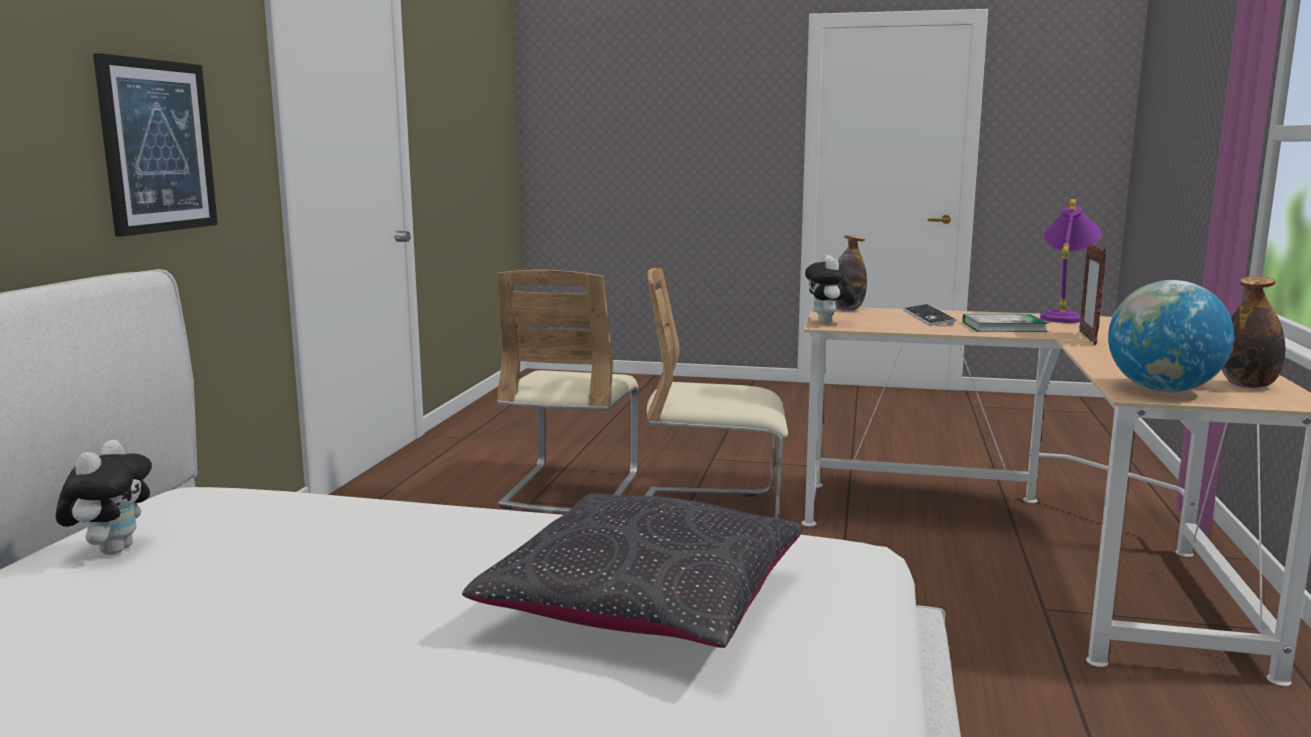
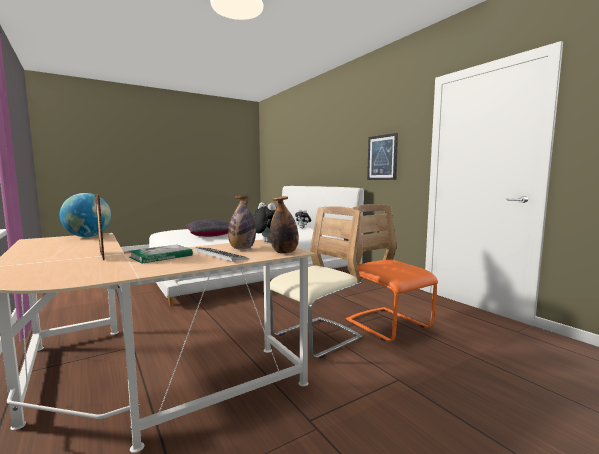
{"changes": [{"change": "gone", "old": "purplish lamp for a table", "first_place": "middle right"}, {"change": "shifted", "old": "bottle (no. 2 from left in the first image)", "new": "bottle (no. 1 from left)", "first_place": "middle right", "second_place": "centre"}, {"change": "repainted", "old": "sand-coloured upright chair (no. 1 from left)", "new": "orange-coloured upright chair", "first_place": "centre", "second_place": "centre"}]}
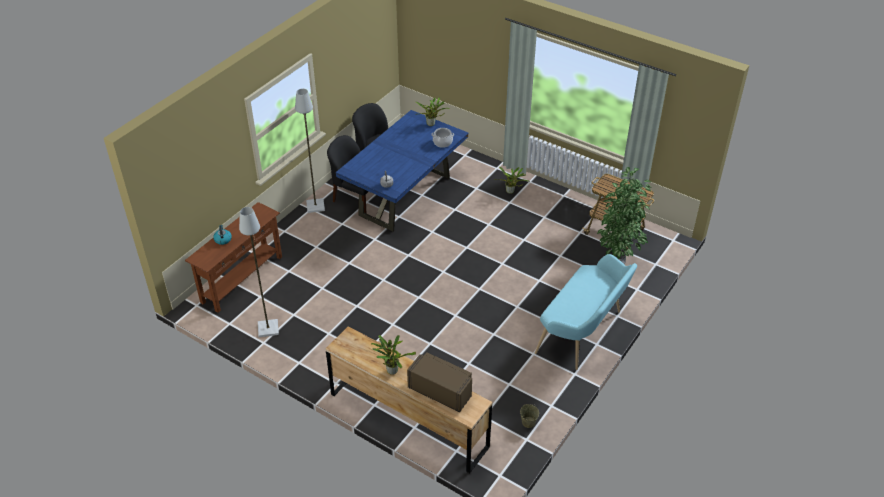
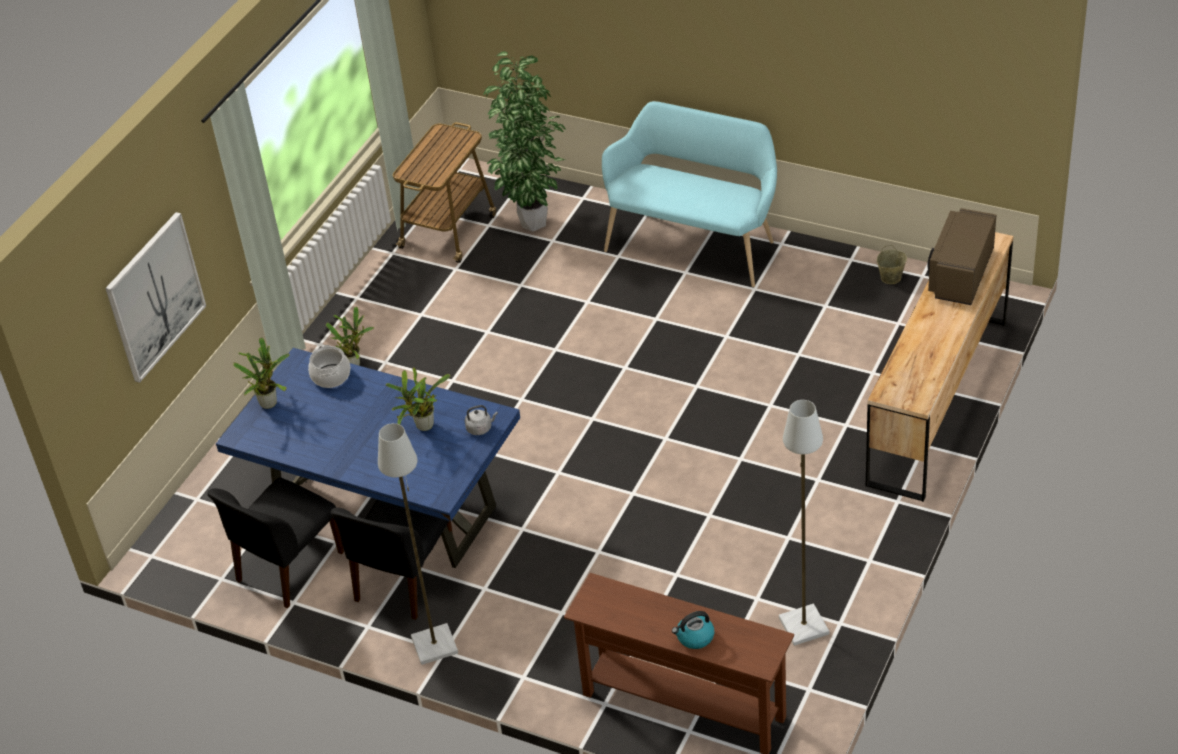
{"changes": [{"change": "new", "new": "picture", "second_place": "middle left"}, {"change": "shifted", "old": "plant in a pot (no. 1 from left in the first image)", "new": "plant in a pot (no. 3 from left)", "first_place": "bottom centre", "second_place": "centre"}]}
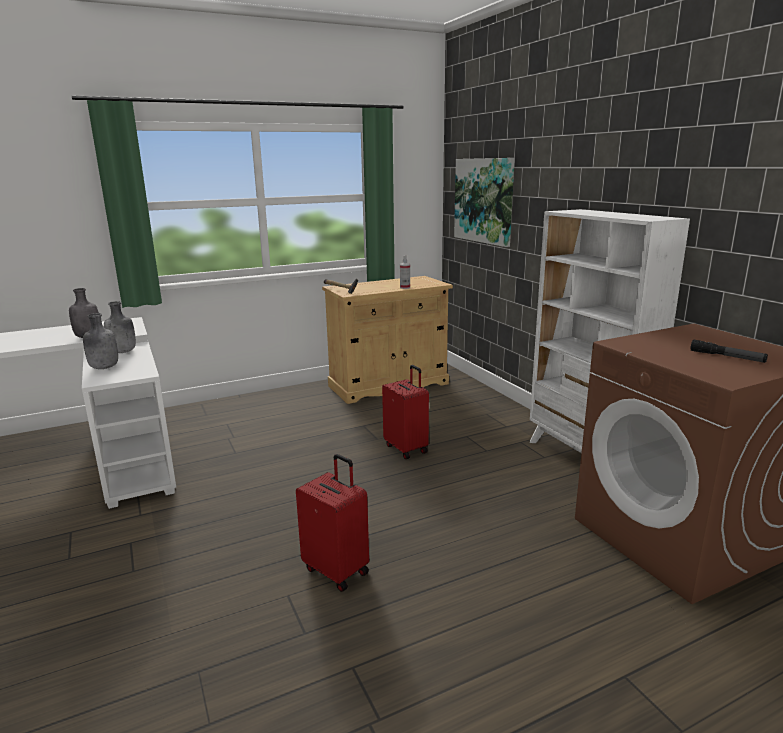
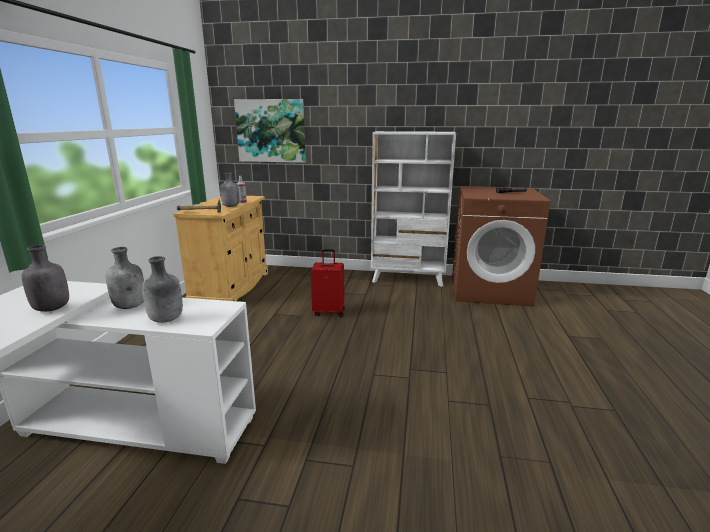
{"changes": [{"change": "gone", "old": "red-coloured piece of luggage (no. 1 from left)", "first_place": "bottom centre"}, {"change": "new", "new": "grey bottle (no. 4 from left)", "second_place": "middle left"}]}
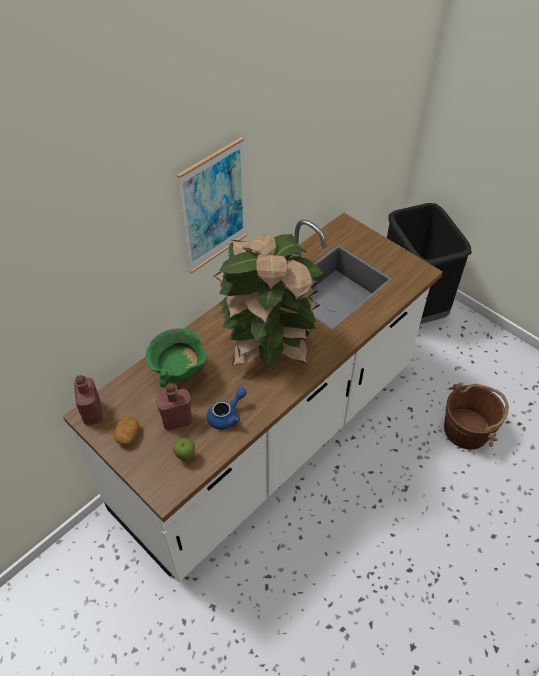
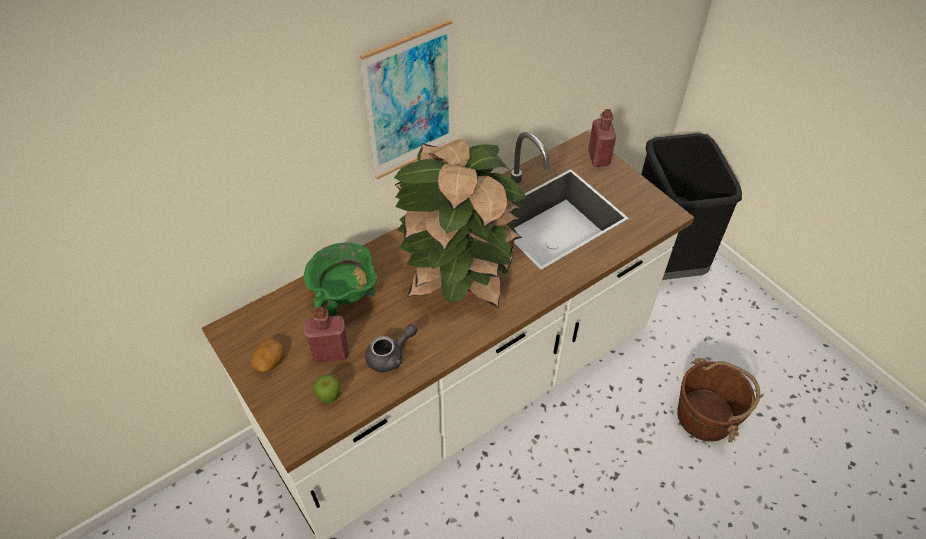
{"changes": [{"change": "shifted", "old": "red-coloured bottle (no. 1 from left in the first image)", "new": "red-coloured bottle (no. 2 from left)", "first_place": "middle left", "second_place": "top centre"}, {"change": "repainted", "old": "bluish teapot", "new": "grey teapot", "first_place": "centre", "second_place": "centre"}]}
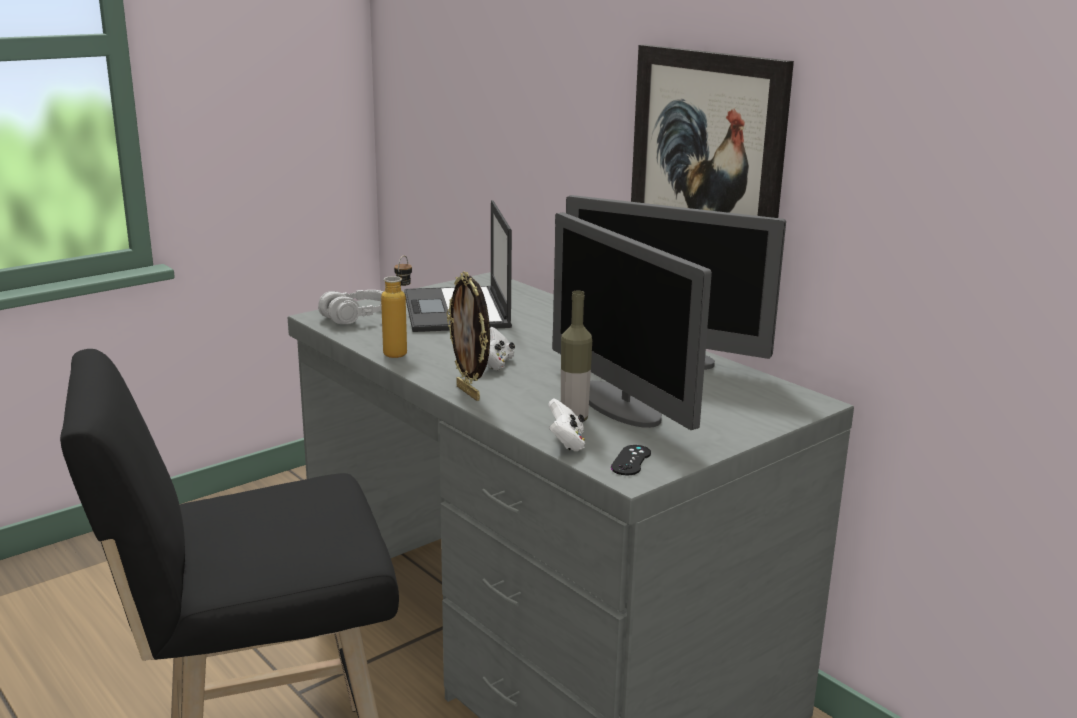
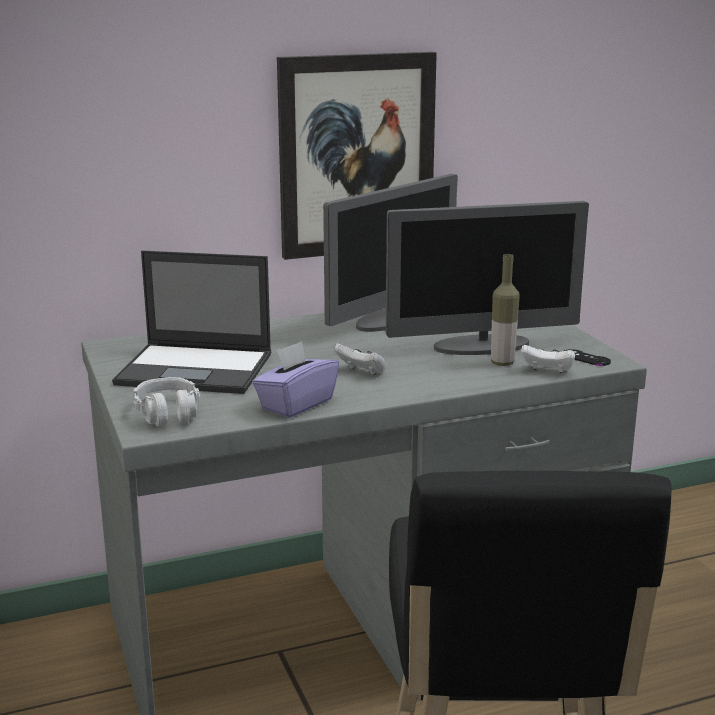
{"changes": [{"change": "gone", "old": "standing frame", "first_place": "centre"}, {"change": "swapped", "old": "bottle (no. 1 from left)", "new": "purplish box of tissues", "first_place": "centre", "second_place": "centre"}]}
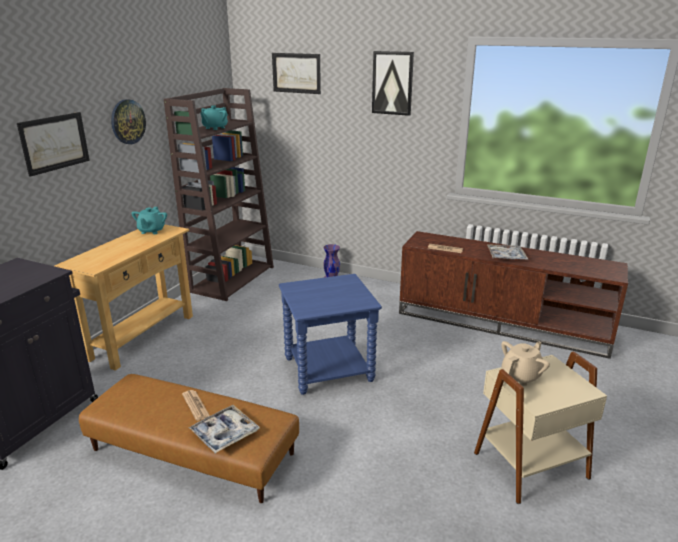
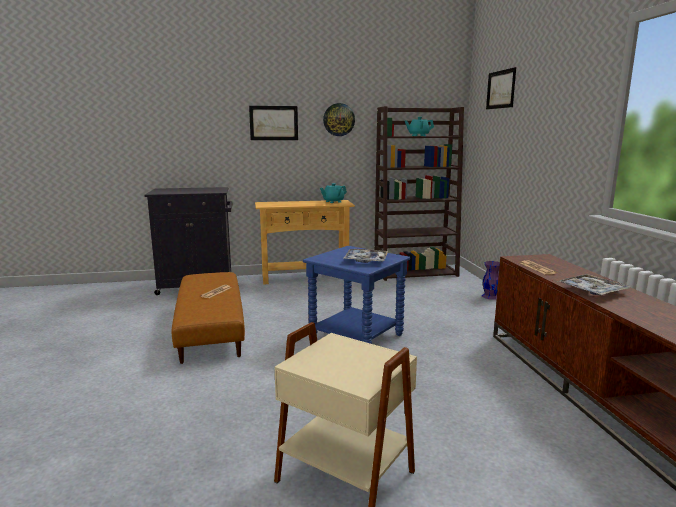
{"changes": [{"change": "gone", "old": "picture (no. 3 from left)", "first_place": "top centre"}, {"change": "gone", "old": "sand-coloured teapot", "first_place": "bottom right"}, {"change": "shifted", "old": "serving tray (no. 1 from left)", "first_place": "bottom left", "second_place": "centre"}]}
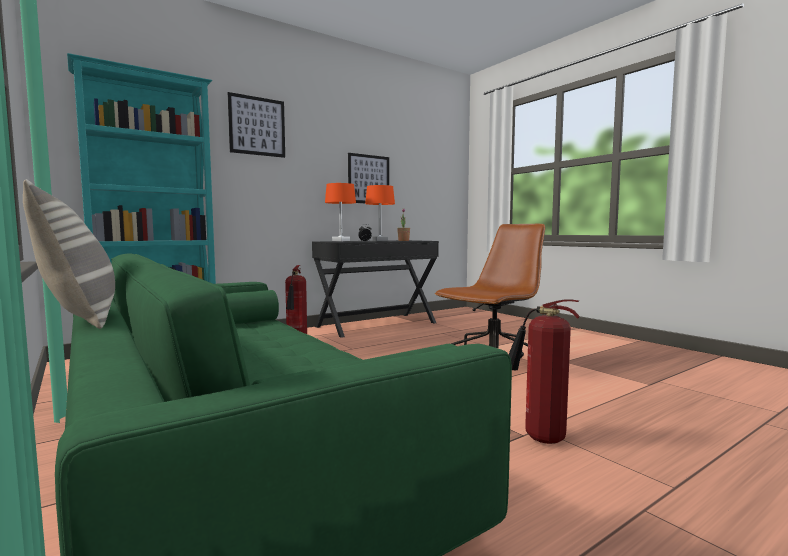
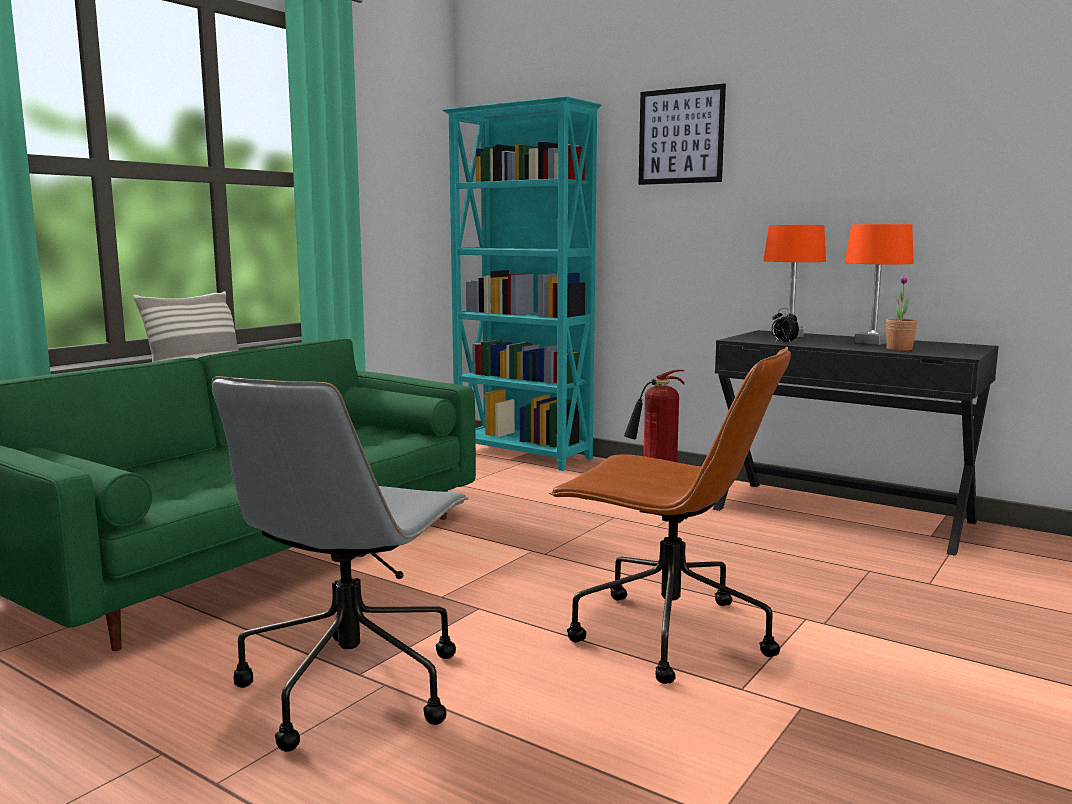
{"changes": [{"change": "gone", "old": "picture (no. 2 from left)", "first_place": "top centre"}, {"change": "swapped", "old": "fire extinguisher (no. 2 from left)", "new": "grey computer chair", "first_place": "bottom right", "second_place": "bottom left"}]}
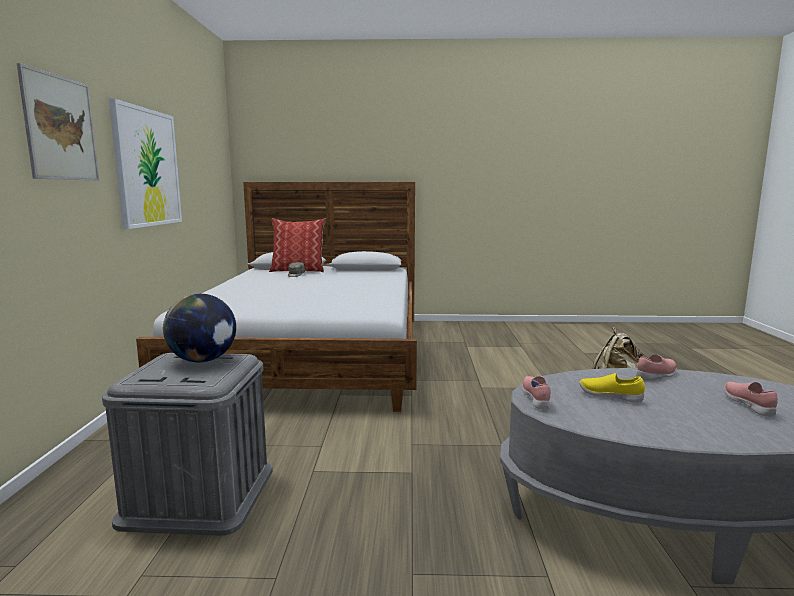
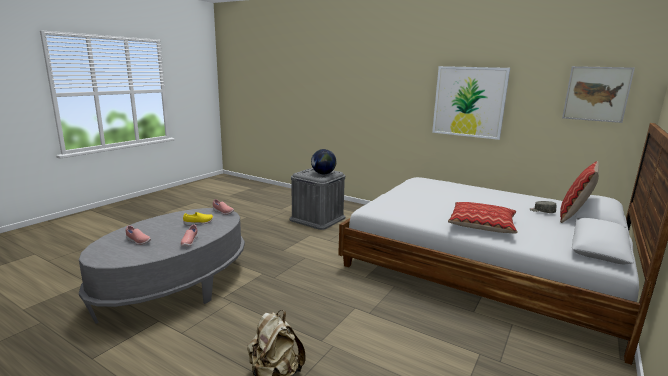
{"changes": [{"change": "new", "new": "cushion (no. 1 from left)", "second_place": "middle right"}, {"change": "shifted", "old": "picture (no. 1 from left in the first image)", "new": "picture (no. 2 from left)", "first_place": "top left", "second_place": "top right"}]}
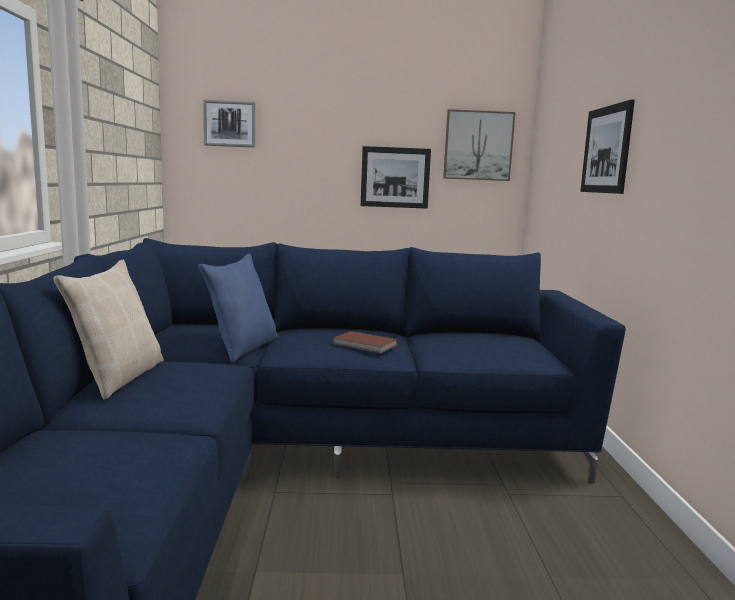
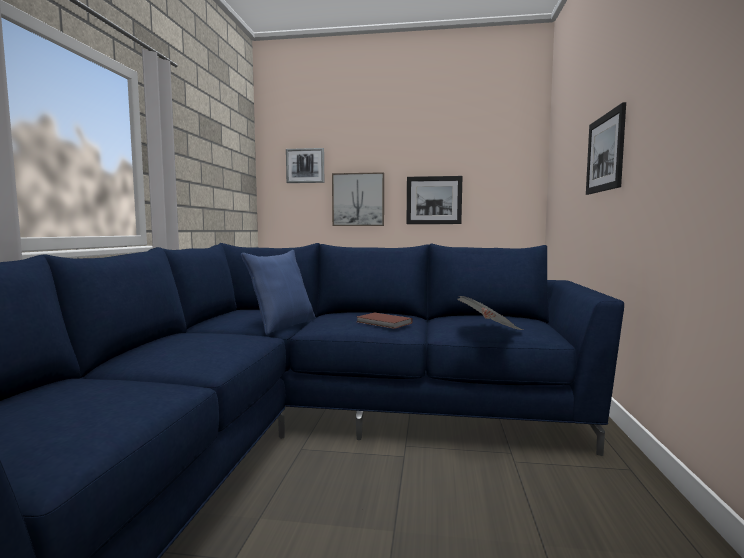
{"changes": [{"change": "gone", "old": "sand-coloured cushion", "first_place": "middle left"}, {"change": "new", "new": "newspaper", "second_place": "centre"}, {"change": "shifted", "old": "picture (no. 3 from left in the first image)", "new": "picture (no. 2 from left)", "first_place": "top centre", "second_place": "centre"}]}
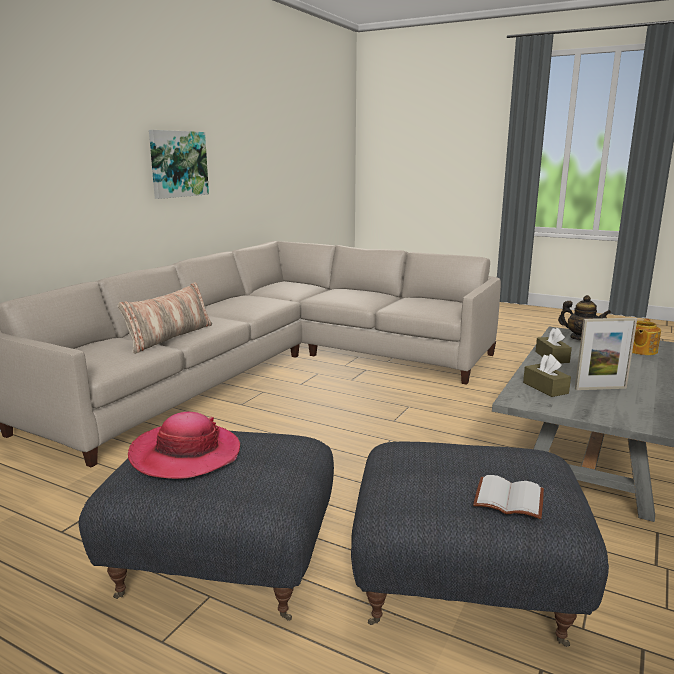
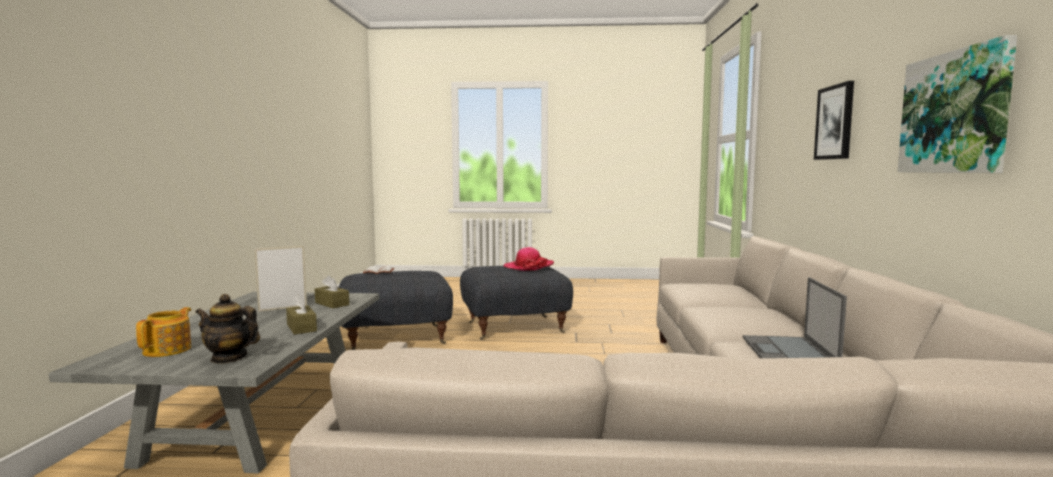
{"changes": [{"change": "gone", "old": "cushion", "first_place": "middle left"}, {"change": "new", "new": "portable computer", "second_place": "middle right"}, {"change": "new", "new": "picture (no. 1 from left)", "second_place": "top right"}]}
